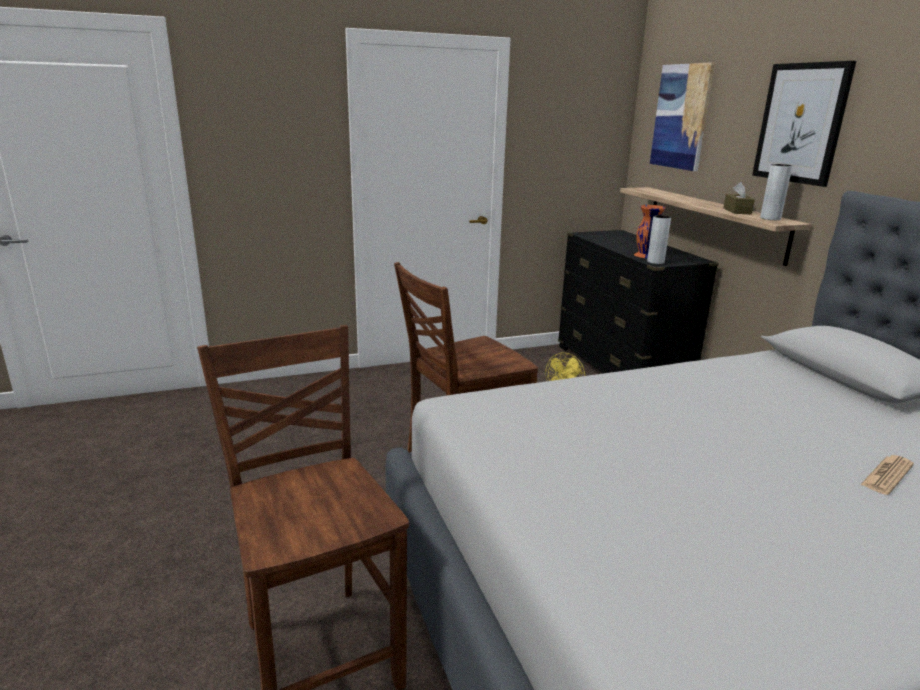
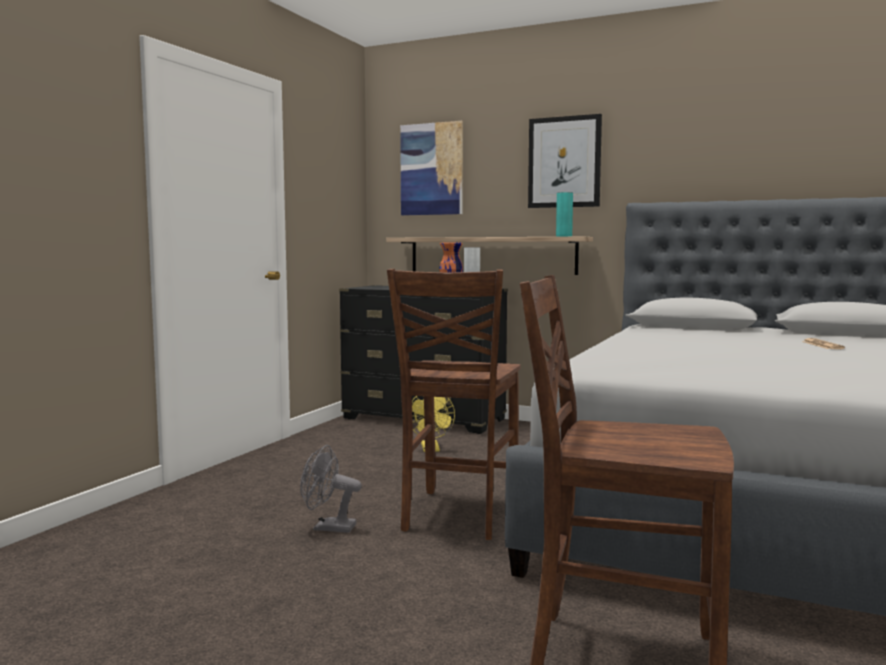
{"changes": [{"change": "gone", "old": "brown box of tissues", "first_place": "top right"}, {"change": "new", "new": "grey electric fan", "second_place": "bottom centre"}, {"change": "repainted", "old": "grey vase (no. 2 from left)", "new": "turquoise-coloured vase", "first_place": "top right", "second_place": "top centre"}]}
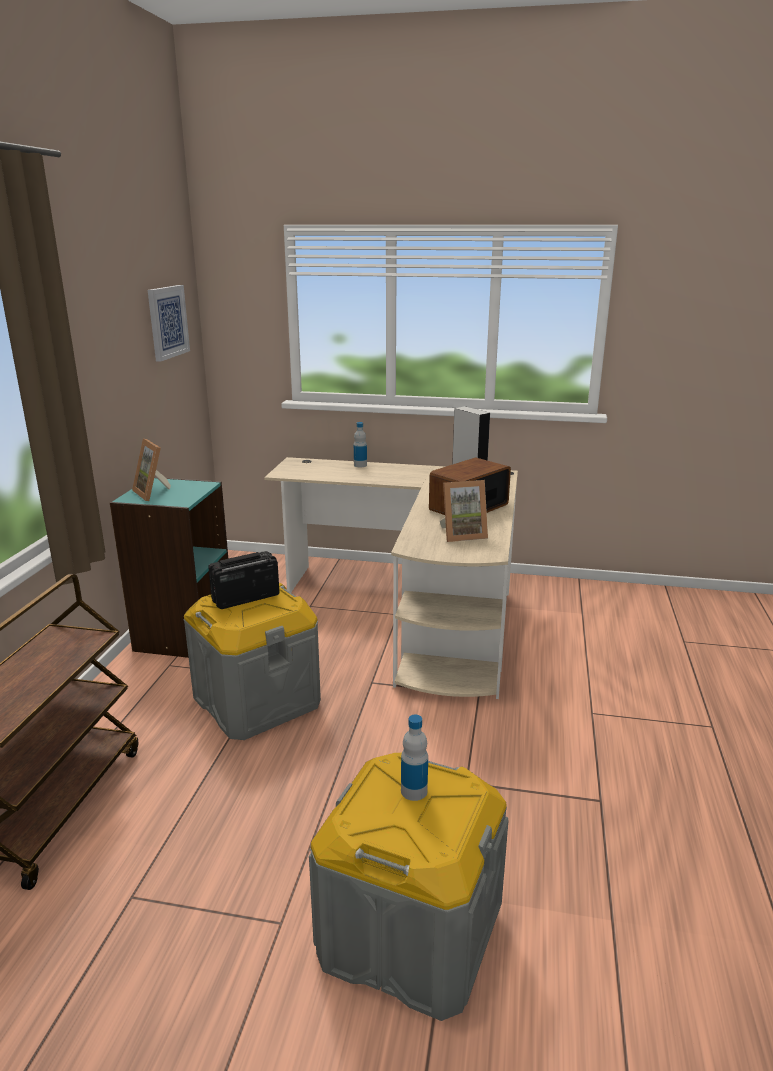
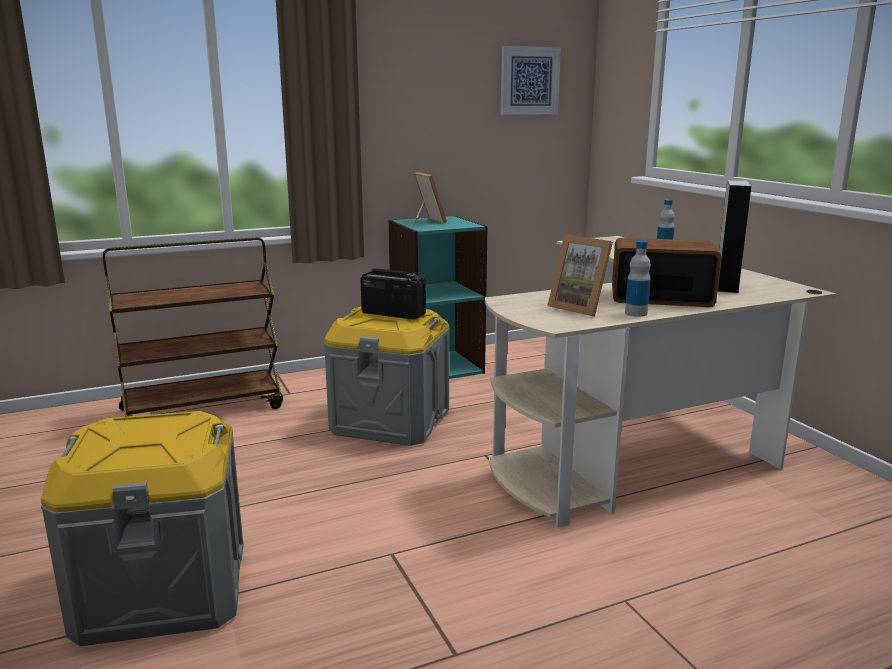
{"changes": [{"change": "shifted", "old": "bottle (no. 2 from left in the first image)", "new": "bottle (no. 1 from left)", "first_place": "bottom centre", "second_place": "middle right"}, {"change": "rotated", "old": "standing frame (no. 1 from left)", "first_place": "middle left", "second_place": "top centre", "degrees": 135}]}
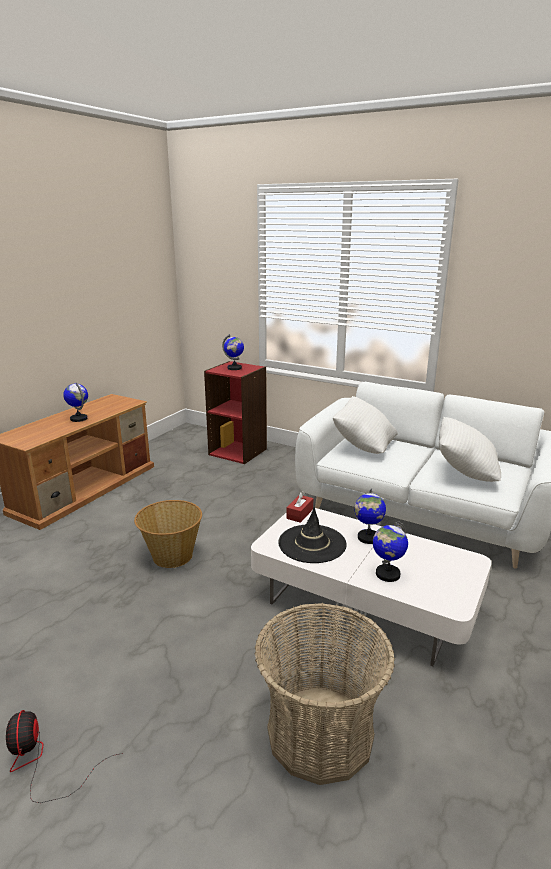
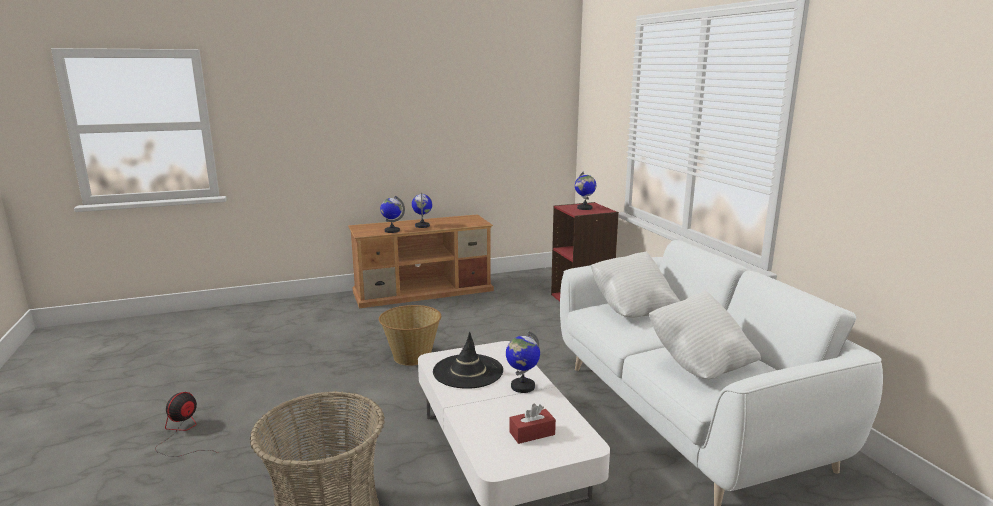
{"changes": [{"change": "shifted", "old": "red-coloured box of tissues", "first_place": "centre", "second_place": "bottom centre"}, {"change": "shifted", "old": "world globe (no. 4 from left in the first image)", "new": "world globe (no. 1 from left)", "first_place": "middle right", "second_place": "centre"}]}
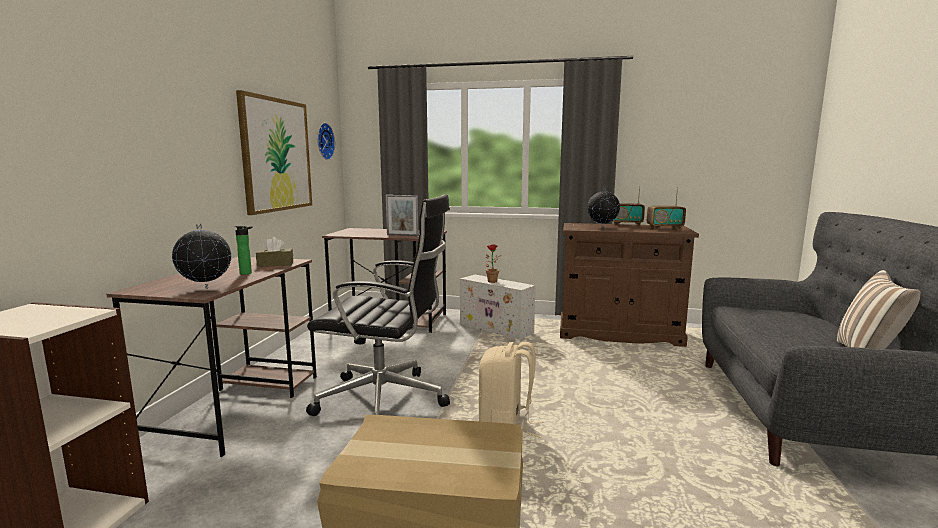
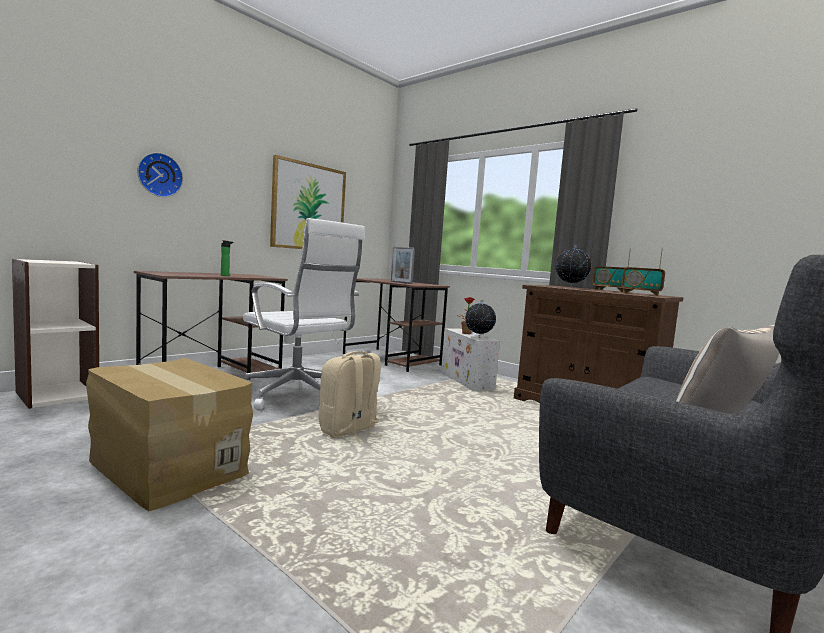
{"changes": [{"change": "gone", "old": "brown box of tissues", "first_place": "middle left"}, {"change": "shifted", "old": "world globe (no. 1 from left)", "first_place": "middle left", "second_place": "centre"}, {"change": "shifted", "old": "wall clock", "first_place": "top centre", "second_place": "top left"}, {"change": "repainted", "old": "black-coloured computer chair", "new": "white computer chair", "first_place": "centre", "second_place": "centre"}]}
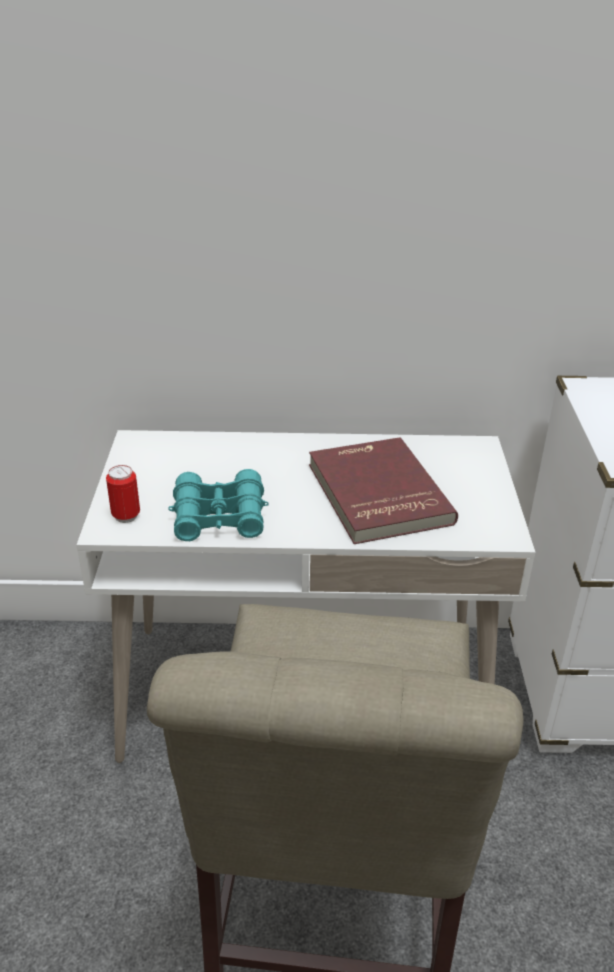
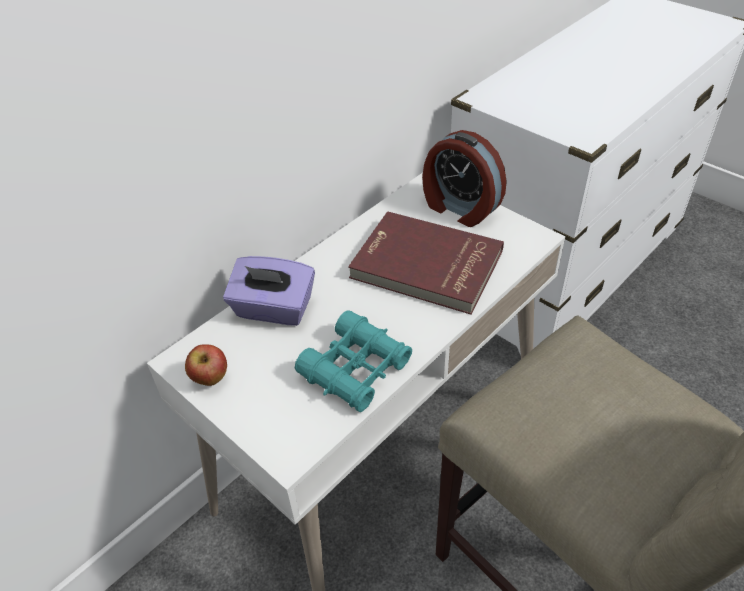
{"changes": [{"change": "gone", "old": "can", "first_place": "middle left"}, {"change": "new", "new": "apple fruit", "second_place": "middle left"}, {"change": "new", "new": "purplish box of tissues", "second_place": "centre"}, {"change": "new", "new": "bedside clock", "second_place": "top centre"}]}
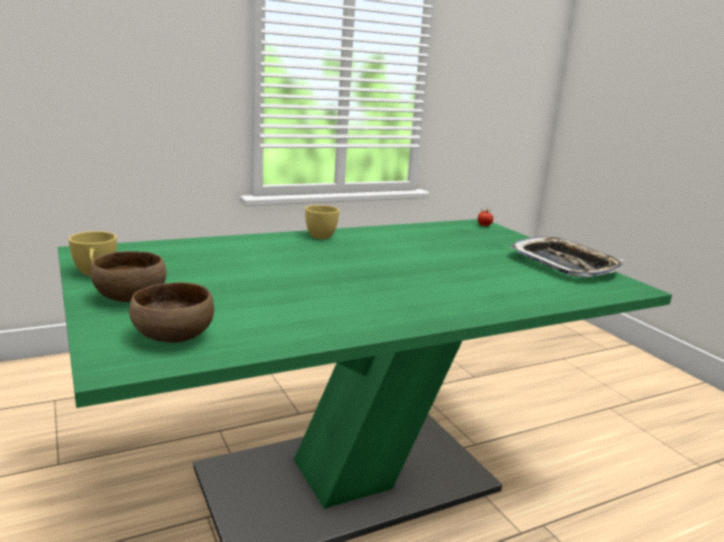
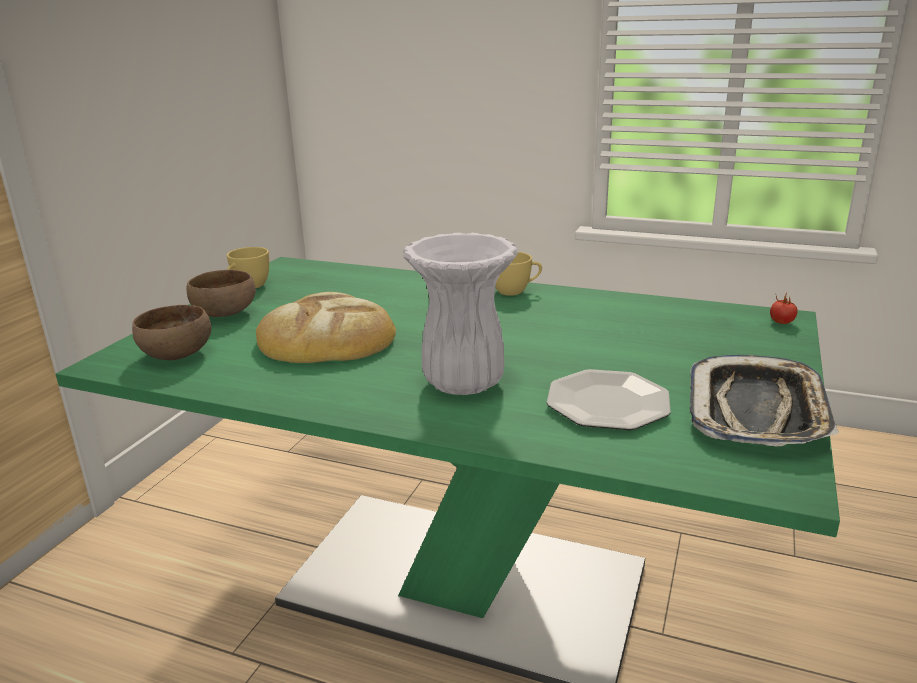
{"changes": [{"change": "new", "new": "baked bread", "second_place": "centre"}, {"change": "new", "new": "white vase", "second_place": "centre"}, {"change": "new", "new": "dinner plate", "second_place": "centre"}]}
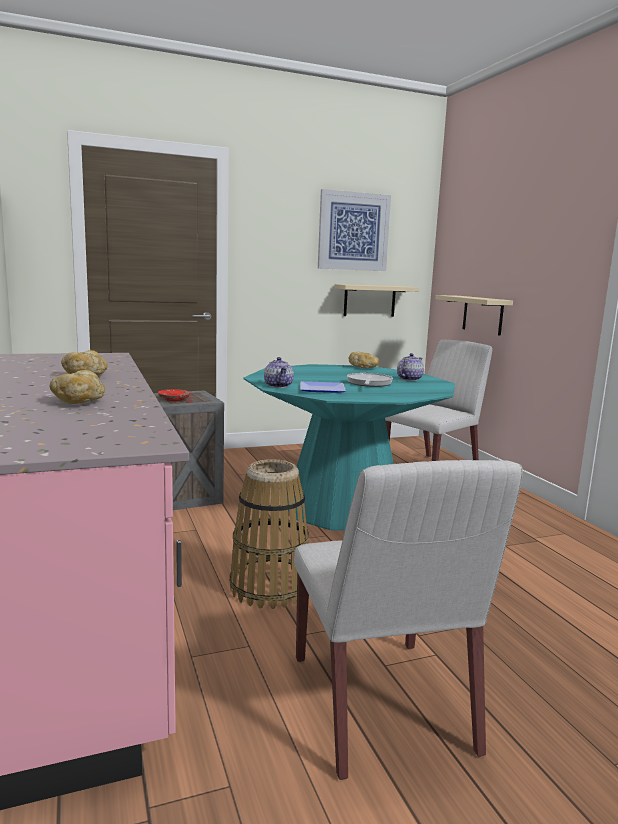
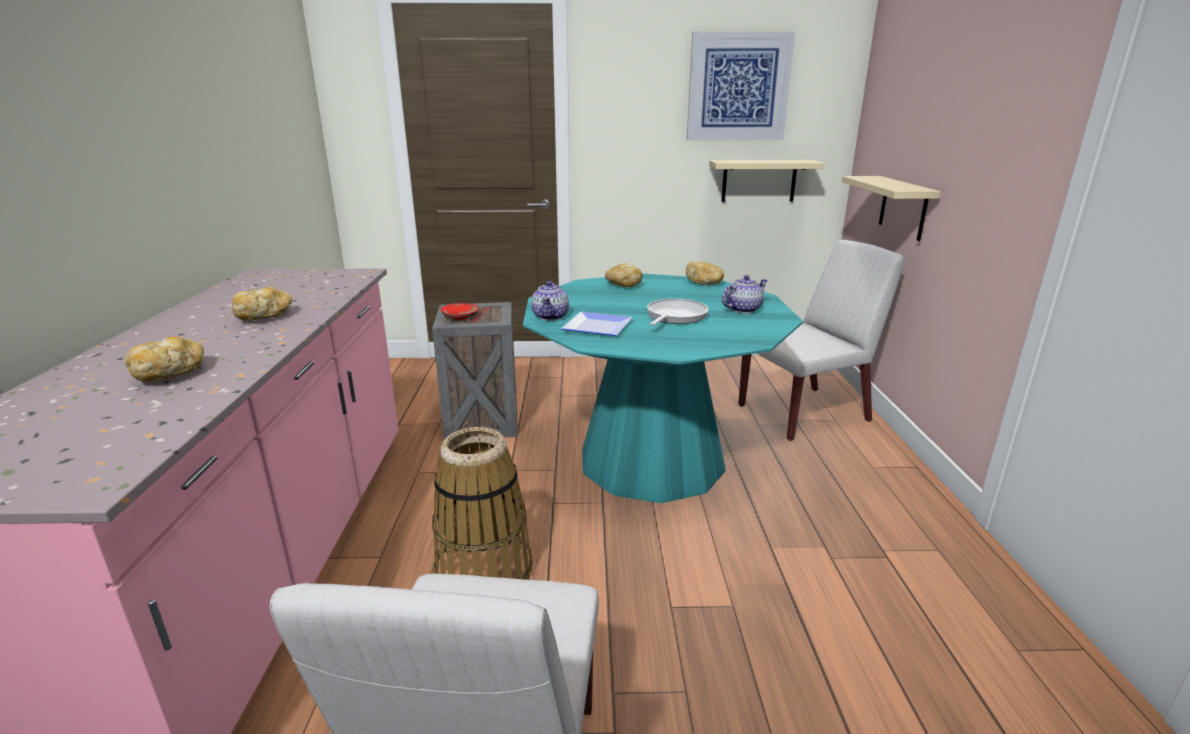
{"changes": [{"change": "new", "new": "baked bread (no. 3 from left)", "second_place": "centre"}]}
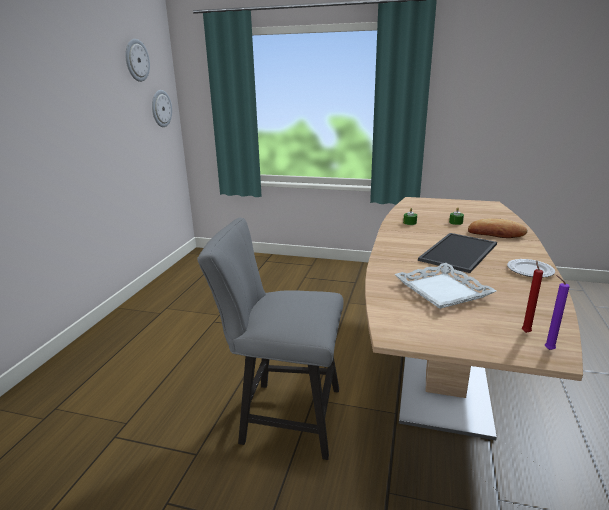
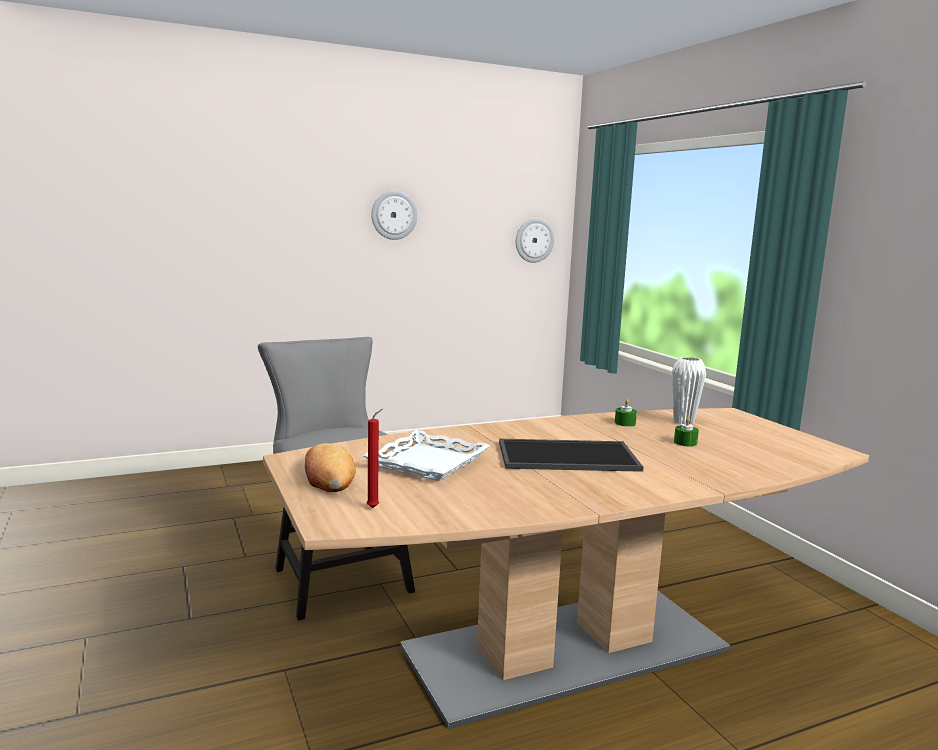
{"changes": [{"change": "gone", "old": "dinner plate", "first_place": "middle right"}, {"change": "gone", "old": "purplish wax candle", "first_place": "middle right"}, {"change": "new", "new": "white vase", "second_place": "middle right"}, {"change": "shifted", "old": "wall clock (no. 1 from left)", "first_place": "top left", "second_place": "top centre"}, {"change": "shifted", "old": "baked bread", "first_place": "middle right", "second_place": "centre"}]}
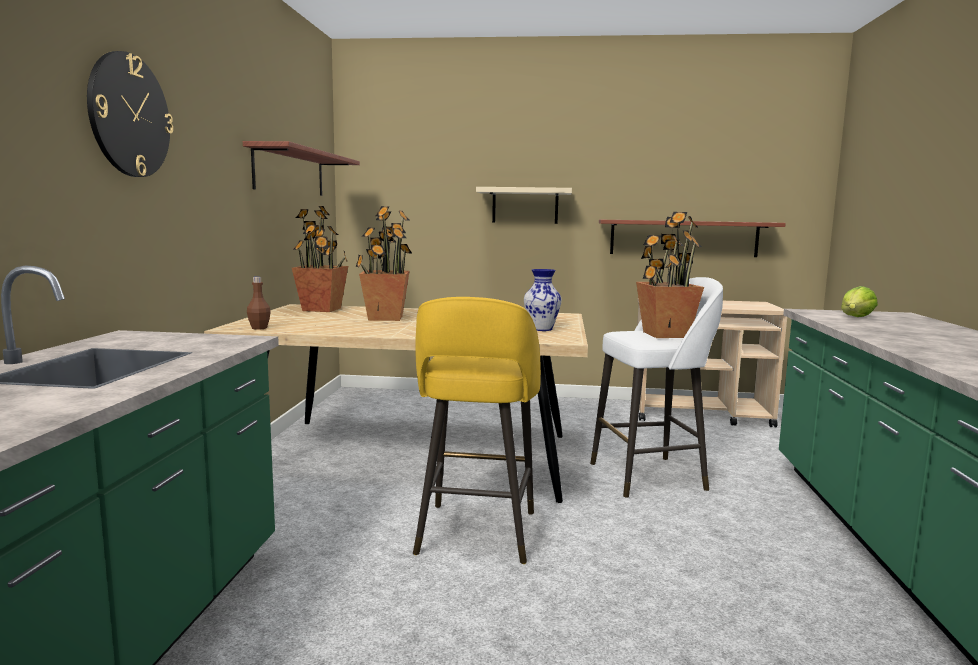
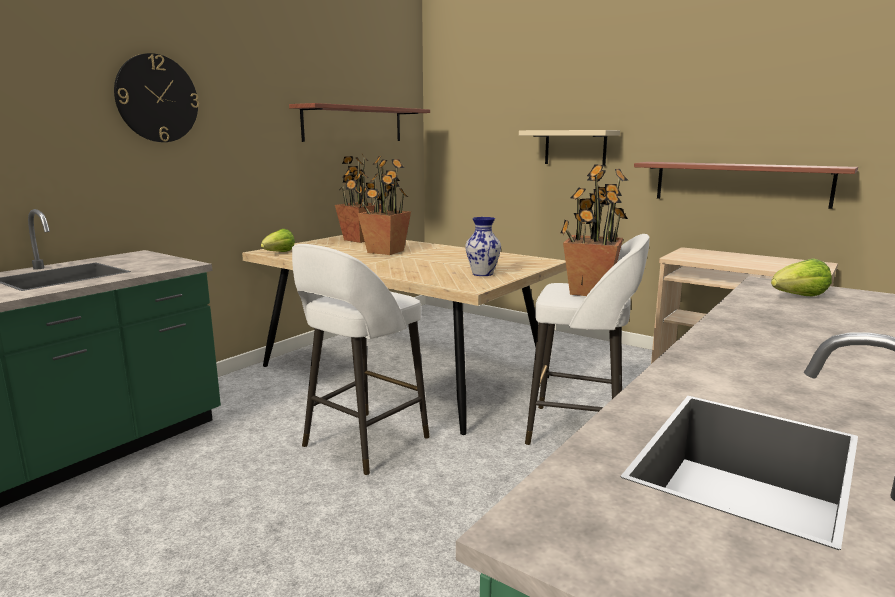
{"changes": [{"change": "swapped", "old": "brown bottle", "new": "head of lettuce (no. 1 from left)", "first_place": "middle left", "second_place": "middle left"}, {"change": "repainted", "old": "yellow-coloured stool seat", "new": "white stool seat (no. 1 from left)", "first_place": "centre", "second_place": "centre"}]}
